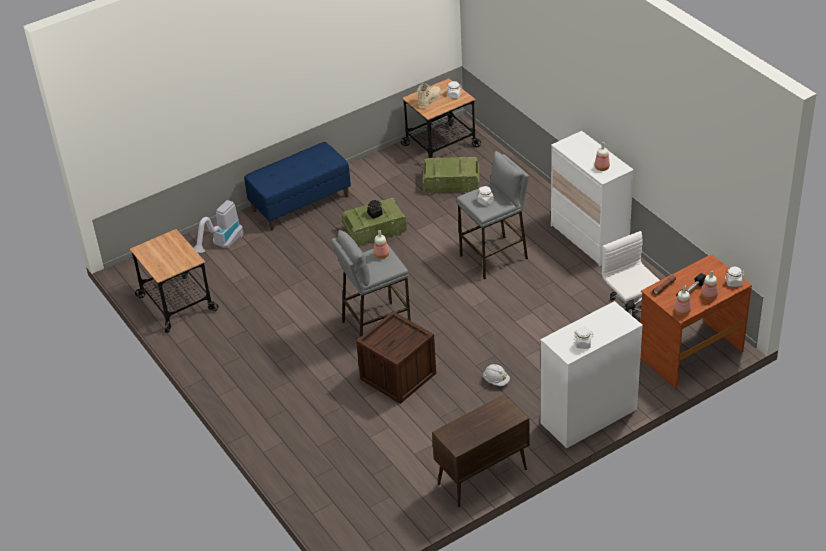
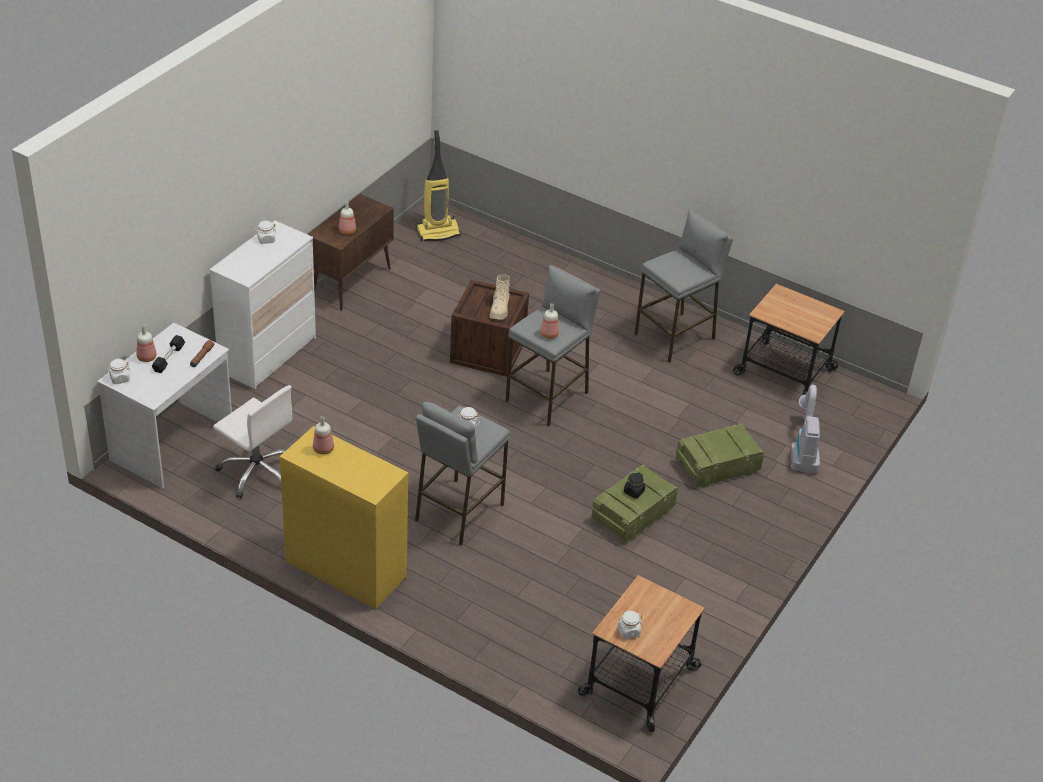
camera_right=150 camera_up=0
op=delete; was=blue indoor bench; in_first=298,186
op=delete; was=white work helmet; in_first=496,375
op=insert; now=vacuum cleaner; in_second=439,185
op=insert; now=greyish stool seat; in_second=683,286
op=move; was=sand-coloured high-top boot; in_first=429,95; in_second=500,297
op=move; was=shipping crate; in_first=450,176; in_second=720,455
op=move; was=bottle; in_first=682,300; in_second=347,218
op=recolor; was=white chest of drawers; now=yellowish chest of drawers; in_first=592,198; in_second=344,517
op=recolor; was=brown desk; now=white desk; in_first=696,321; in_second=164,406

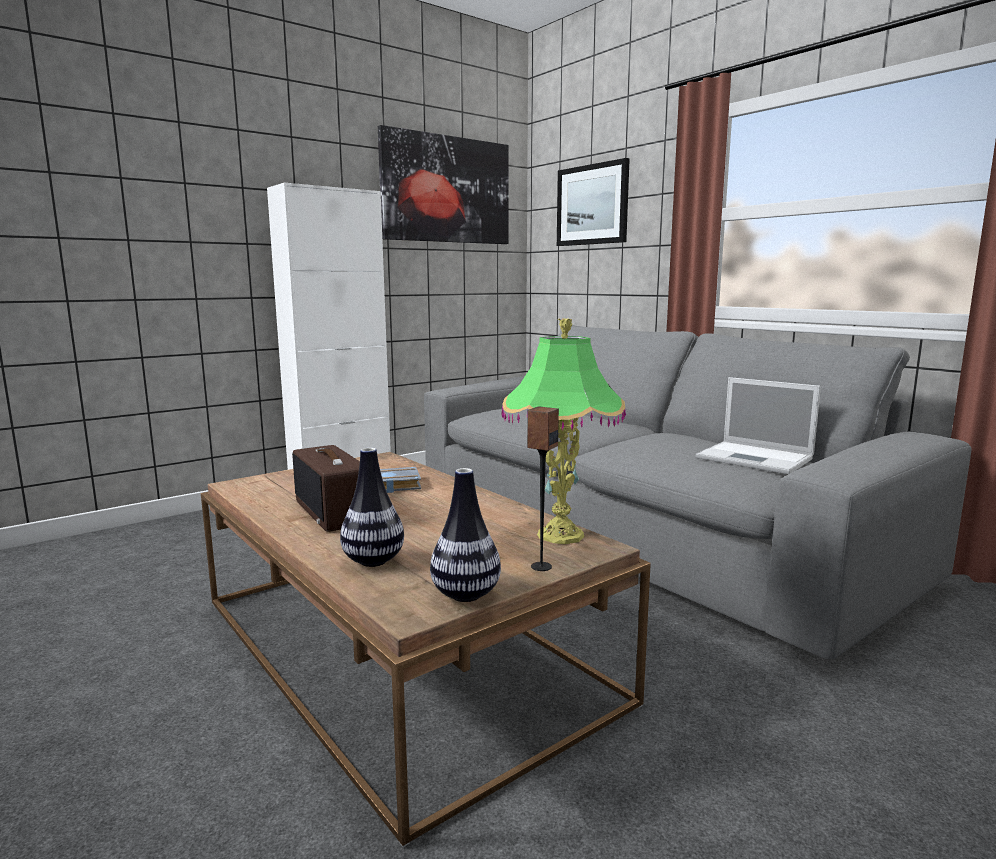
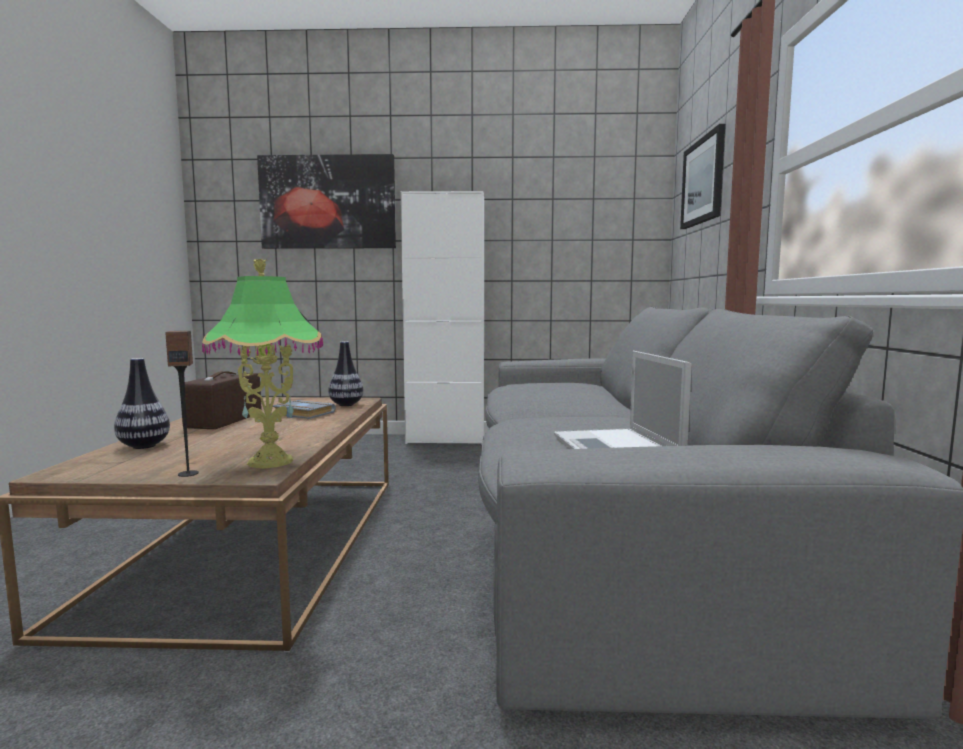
camera_right=40 camera_up=-5
op=move; was=picture; in_first=443,184; in_second=326,201
op=move; was=flower vase; in_first=465,535; in_second=346,373

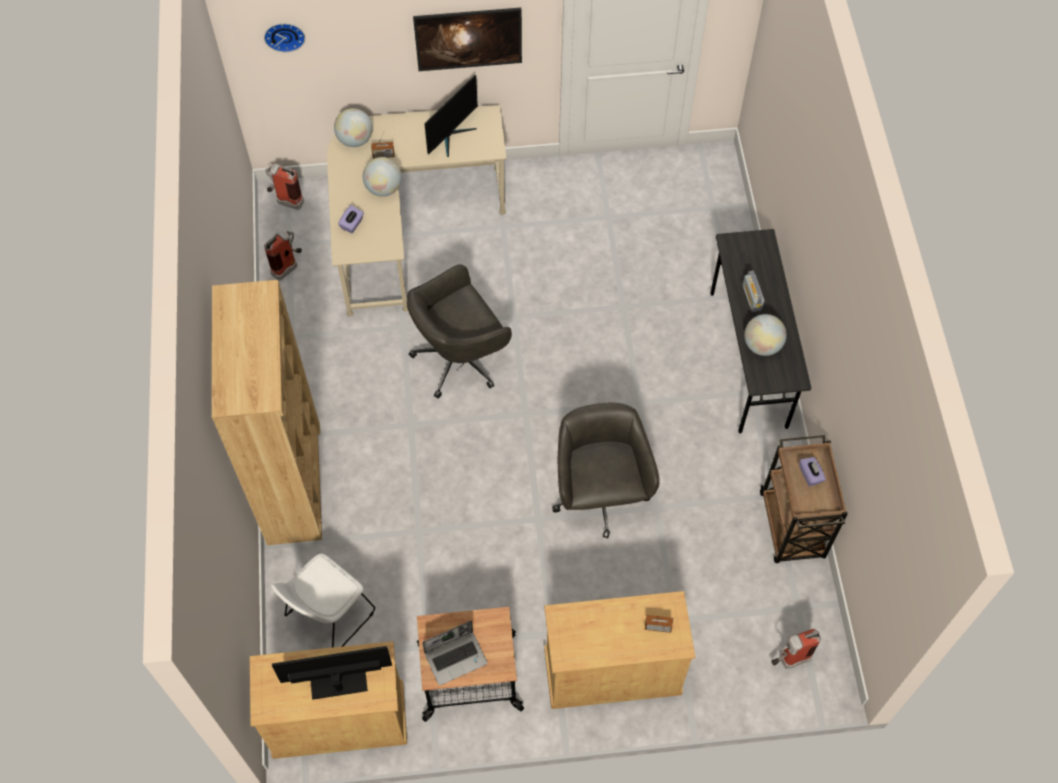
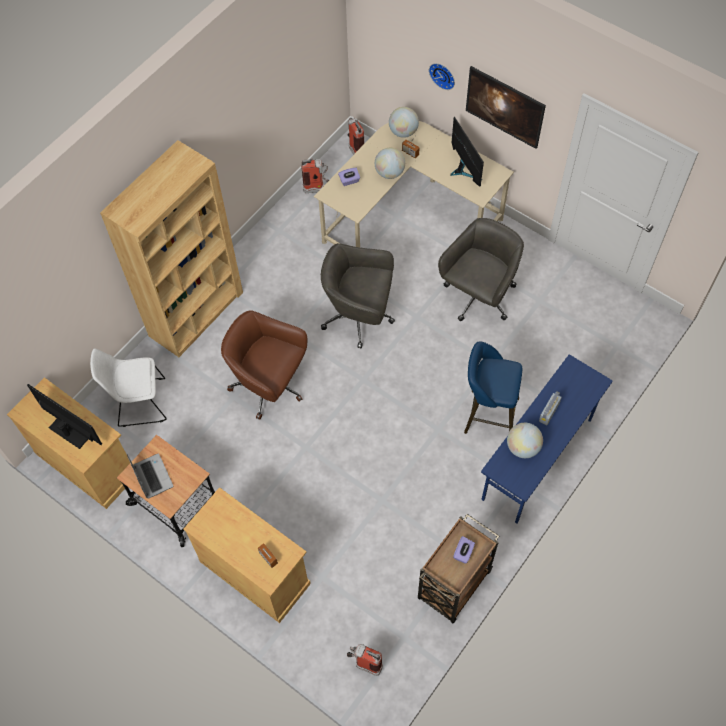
camera_right=45 camera_up=0
op=insert; now=brown computer chair; in_second=264,365
op=insert; now=blue stool seat; in_second=493,387
op=move; was=hanging clock; in_first=284,37; in_second=442,76
op=move; was=greyish computer chair; in_first=606,471; in_second=481,269
op=recolor; was=greyish desk; now=blue desk; in_first=760,331; in_second=546,439
op=rotate; was=portable computer; in_first=454,652; in_second=150,476; clockwise=-135
op=rotate; was=computer display; in_first=451,116; in_second=467,152; clockwise=-105

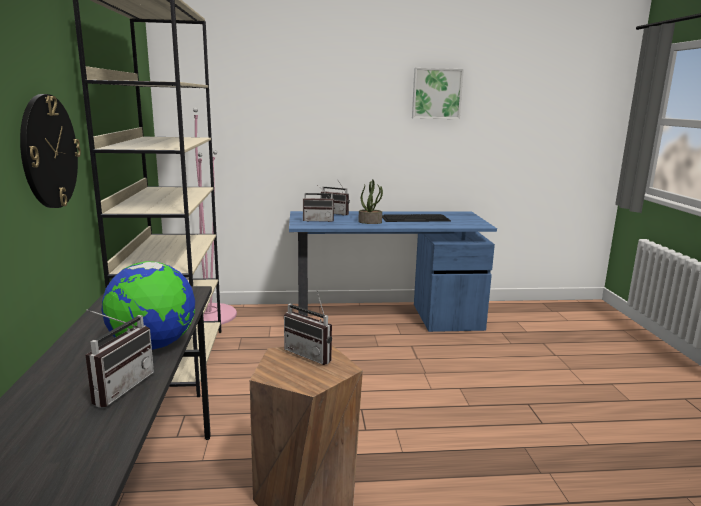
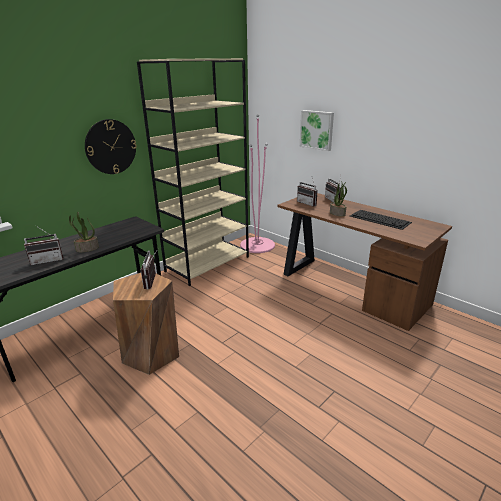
camera_right=50 camera_up=10
op=move; was=picture; in_first=438,93; in_second=317,130
op=replace; was=desk globe; now=potted plant; in_first=148,305; in_second=84,232
op=recolor; was=blue desk; now=brown desk; in_first=393,271; in_second=365,262

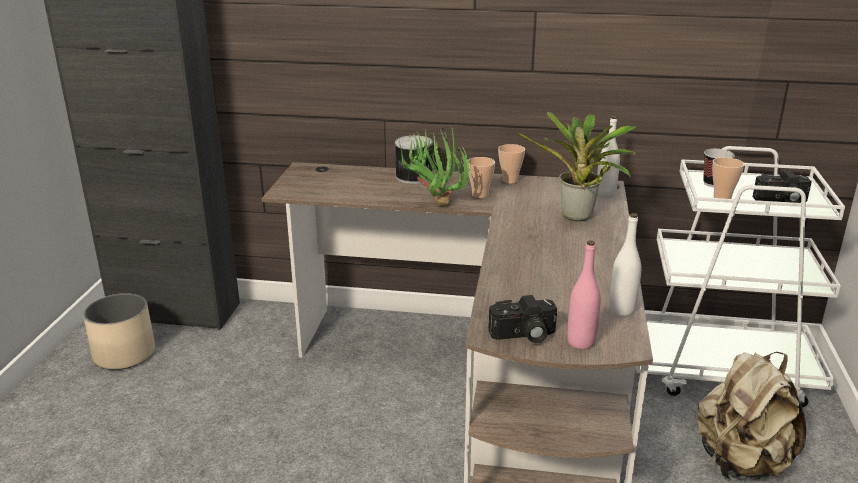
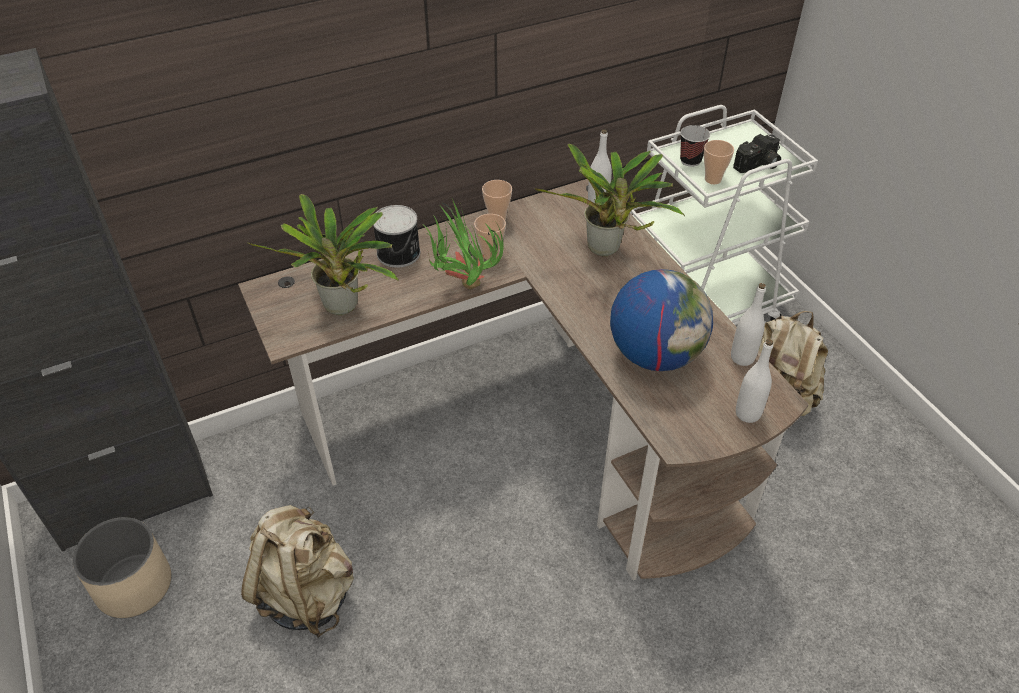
camera_right=-35 camera_up=20
op=delete; was=still camera; in_first=522,319
op=insert; now=sand-coloured backpack; in_second=297,571
op=insert; now=potted plant; in_second=323,254
op=insert; now=desk globe; in_second=661,320
op=recolor; was=pinkish bottle; now=white bottle; in_first=584,294; in_second=754,381

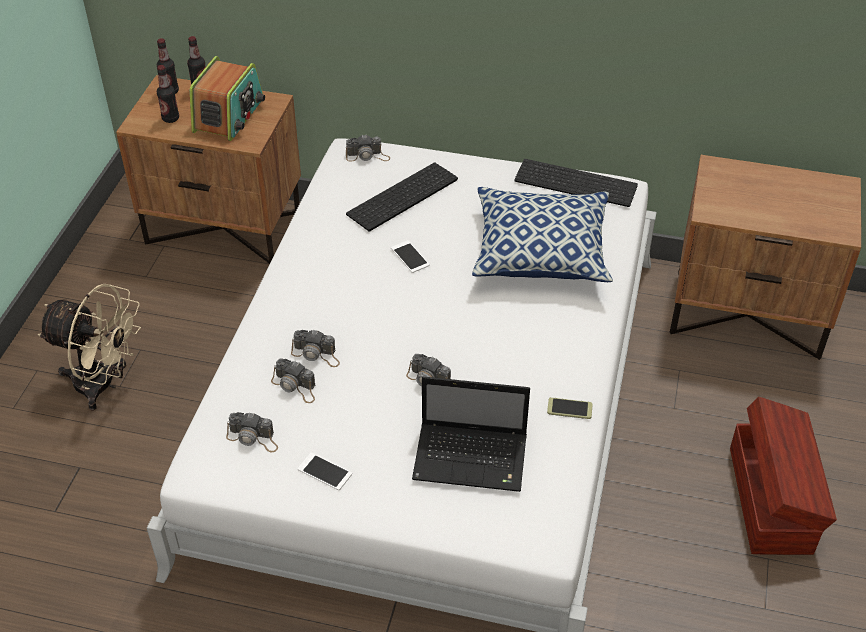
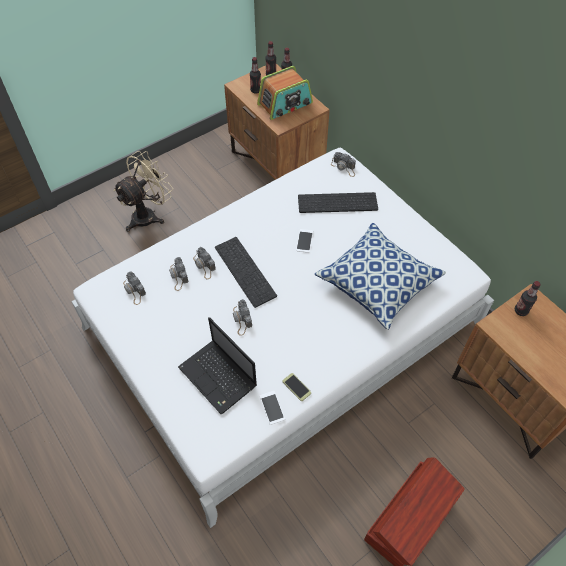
camera_right=40 camera_up=10
op=insert; now=bottle; in_second=528,298
op=move; was=phone; in_first=325,471; in_second=272,408
op=move; was=keyboard; in_first=576,183; in_second=246,272
op=rotate; was=sand-coloured cooling fan; in_first=89,347; in_second=143,191; clockwise=-105

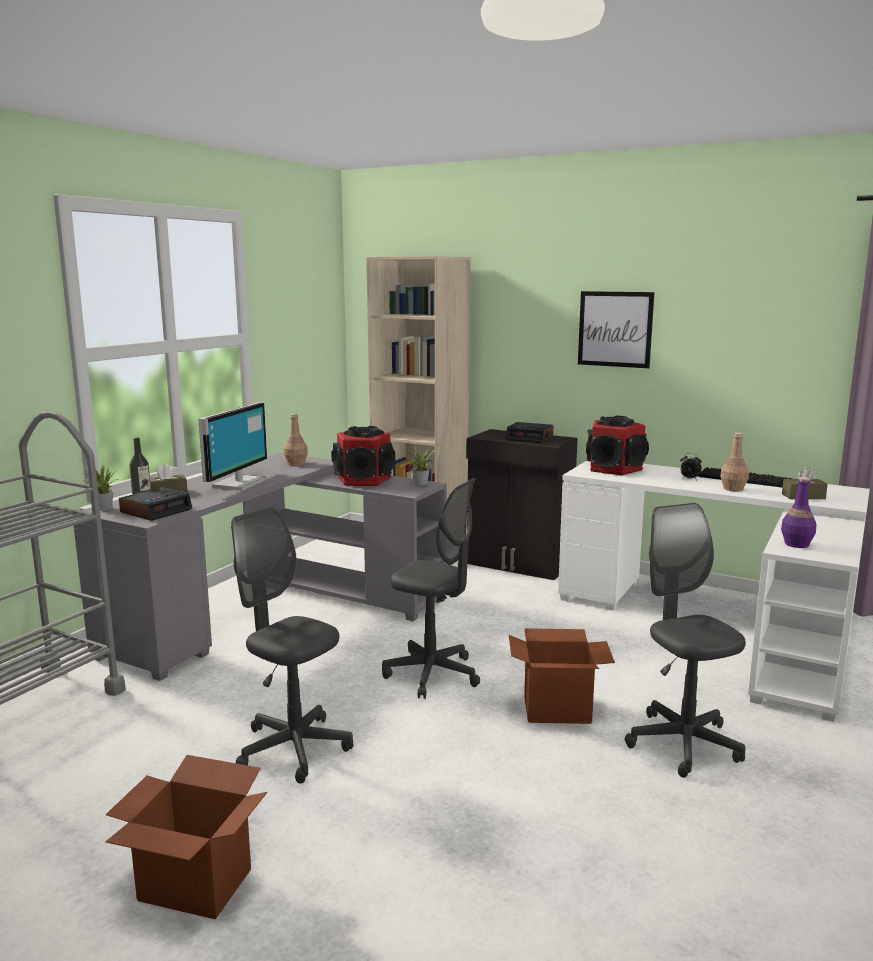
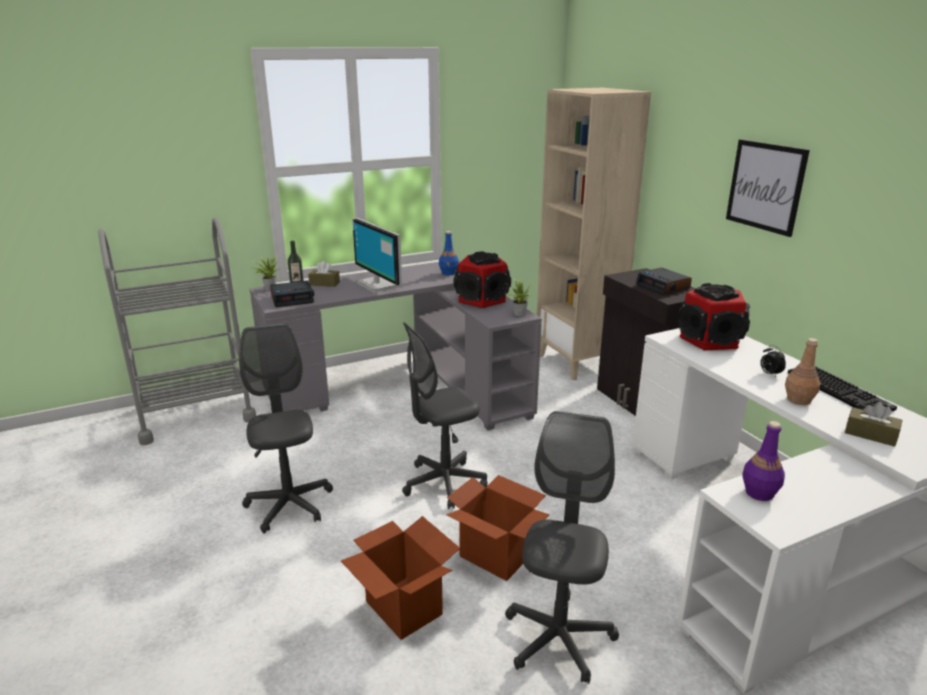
camera_right=35 camera_up=10
op=move; was=packing box; in_first=186,837; in_second=401,578
op=recolor; was=brown bottle; now=blue bottle; in_first=296,440; in_second=449,253
op=rotate; was=computer display; in_first=233,446; in_second=377,255; clockwise=90
op=rotate; was=greyish computer chair; in_first=431,588; in_second=445,415; clockwise=90

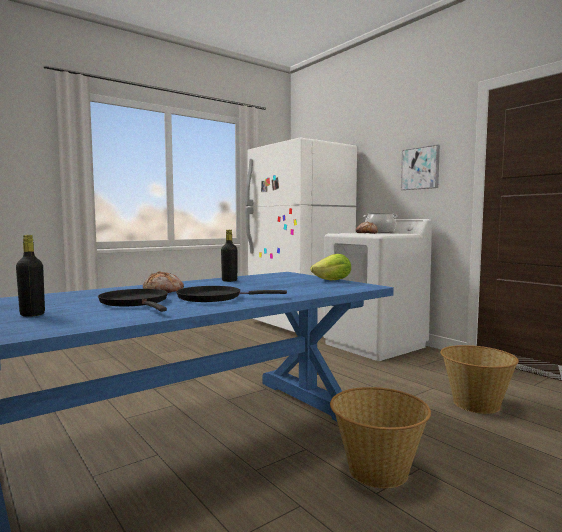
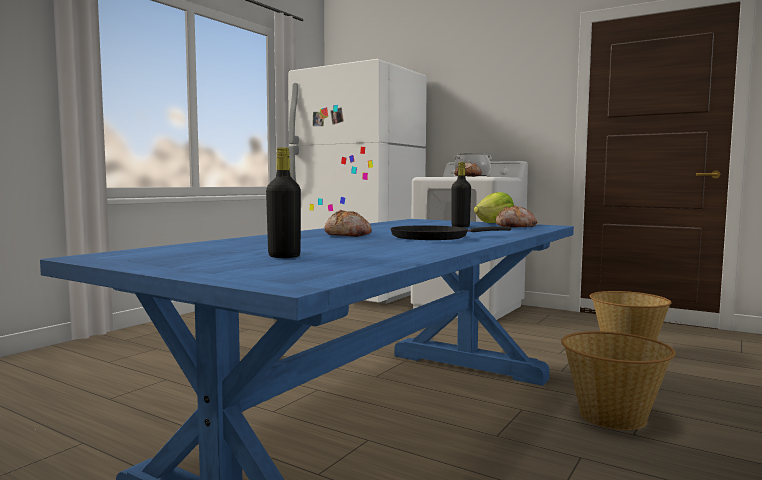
camera_right=-20 camera_up=0
op=delete; was=black-coloured skillet; in_first=133,300
op=delete; was=picture; in_first=420,167
op=insert; now=bread; in_second=516,216
op=move; was=black-coloured bottle; in_first=229,256; in_second=461,194

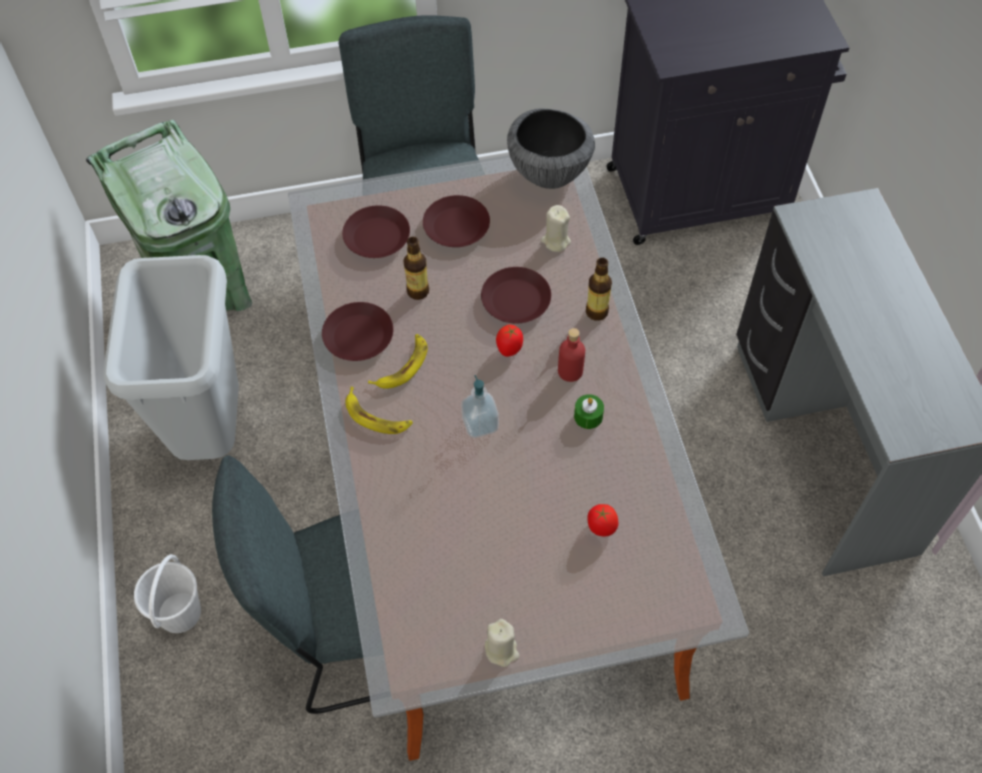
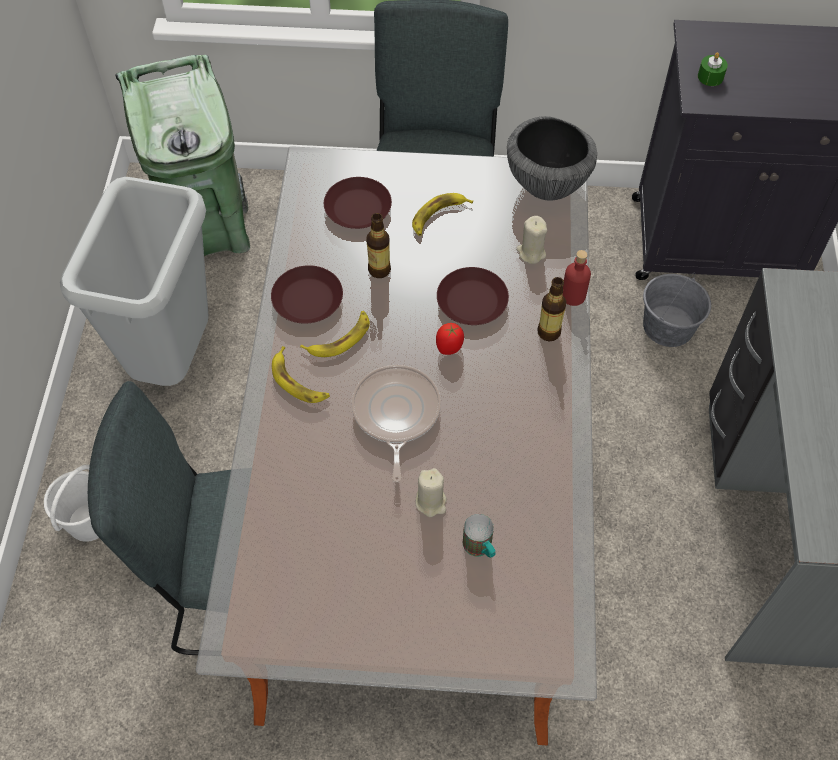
camera_right=15 camera_up=0
op=insert; now=greyish bucket; in_second=677,310
op=move; was=sand-coloured wax candle; in_first=502,643; in_second=431,492
op=move; was=red-coloured bottle; in_first=571,355; in_second=577,278
op=move; was=green-coloured wax candle; in_first=589,411; in_second=713,69
op=replace; was=brown plate; now=banana fruit; in_first=456,221; in_second=442,214
op=replace; was=soap dispenser; now=skillet; in_first=480,406; in_second=396,423
op=replace; was=whole tomato; now=coffee mug; in_first=603,520; in_second=479,536

